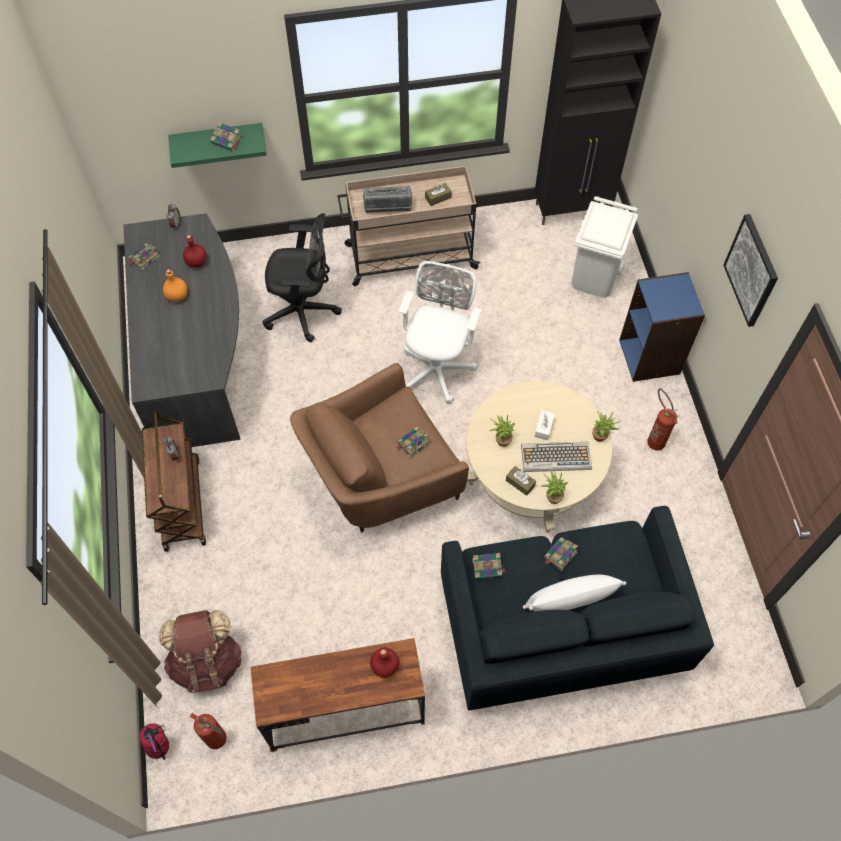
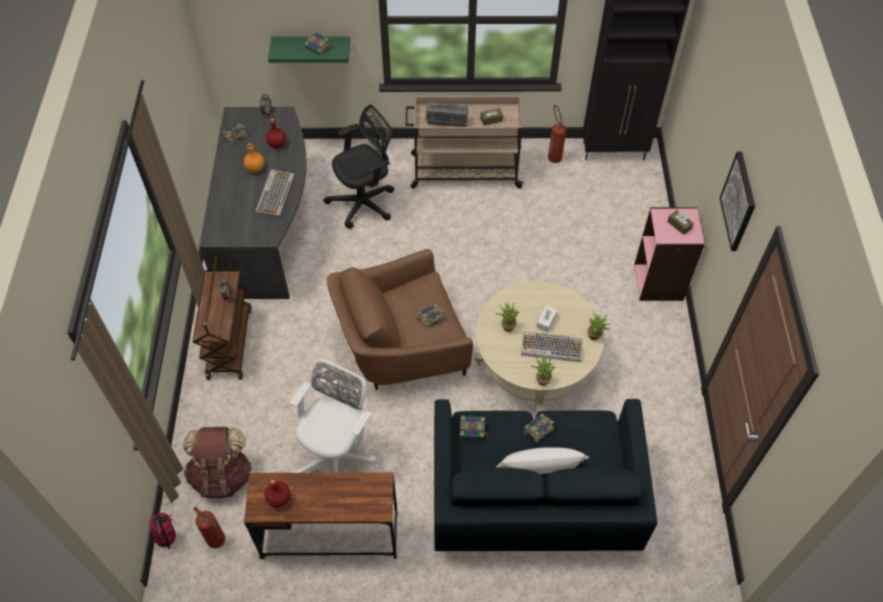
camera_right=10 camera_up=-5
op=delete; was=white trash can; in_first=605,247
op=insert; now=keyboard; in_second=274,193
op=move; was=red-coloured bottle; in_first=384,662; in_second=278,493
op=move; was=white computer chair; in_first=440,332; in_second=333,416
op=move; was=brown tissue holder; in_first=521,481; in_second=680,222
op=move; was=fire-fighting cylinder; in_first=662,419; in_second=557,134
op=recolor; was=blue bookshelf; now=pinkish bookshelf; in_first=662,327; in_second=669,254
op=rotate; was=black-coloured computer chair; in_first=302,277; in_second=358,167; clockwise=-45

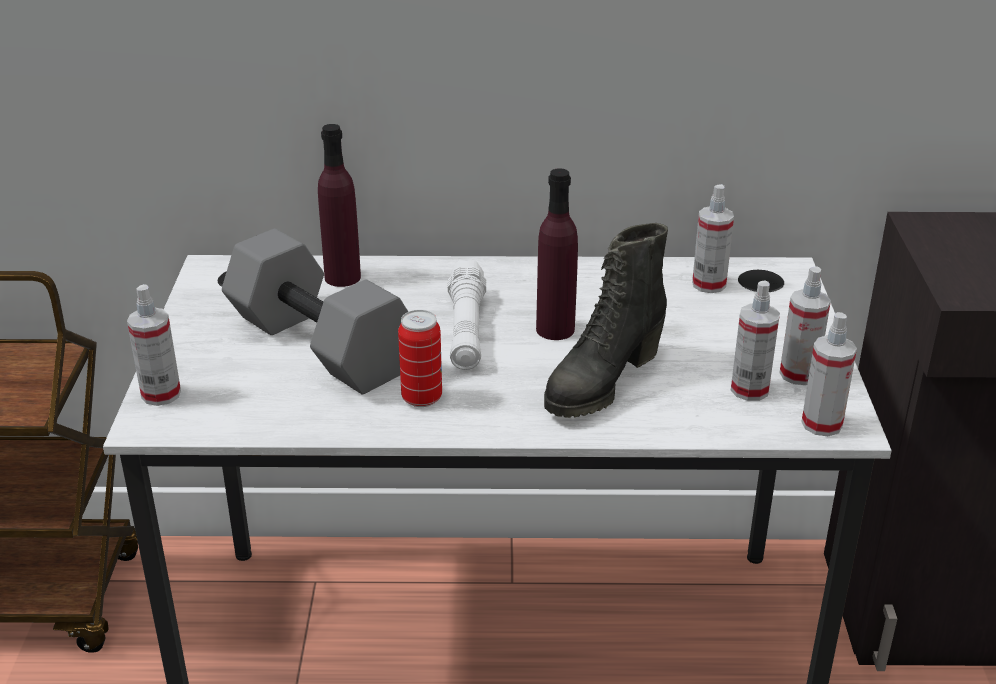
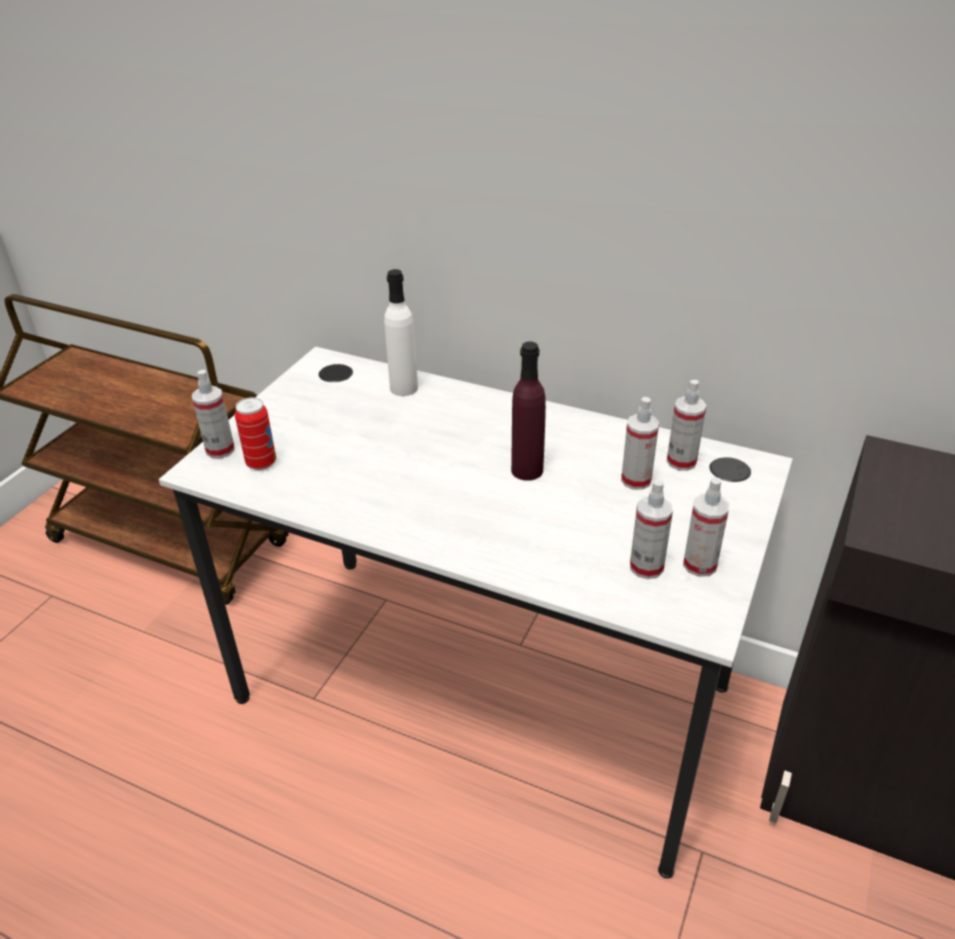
camera_right=25 camera_up=5
op=delete; was=greyish free weight; in_first=315,311
op=delete; was=white flashlight; in_first=467,315
op=delete; was=black-coloured high-top boot; in_first=606,320
op=move; was=can; in_first=420,358; in_second=255,433
op=move; was=hand sprayer; in_first=829,374; in_second=640,443
op=recolor; was=purple bottle; now=white bottle; in_first=339,205; in_second=401,332

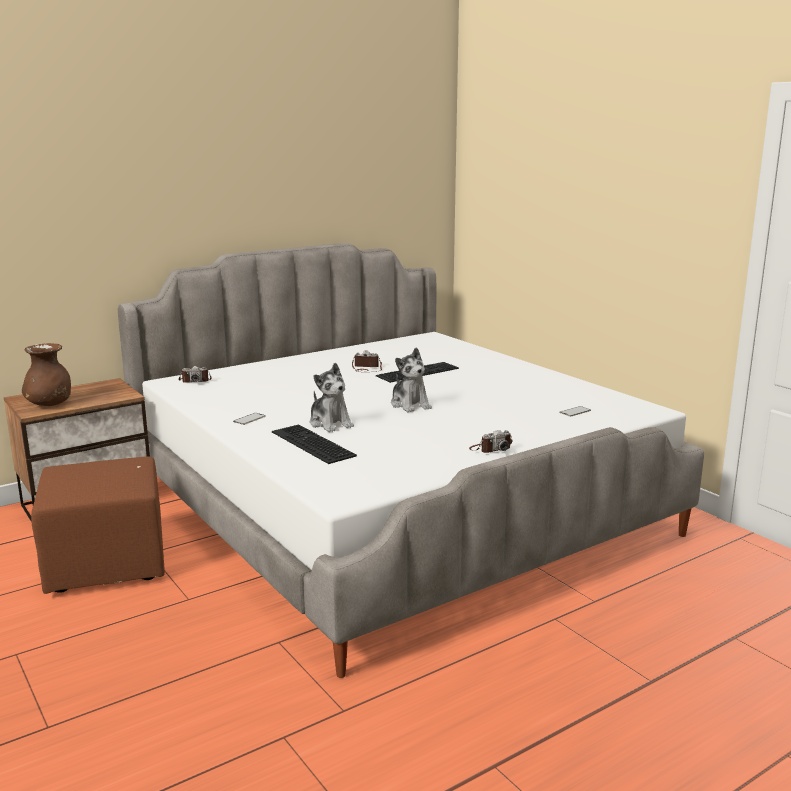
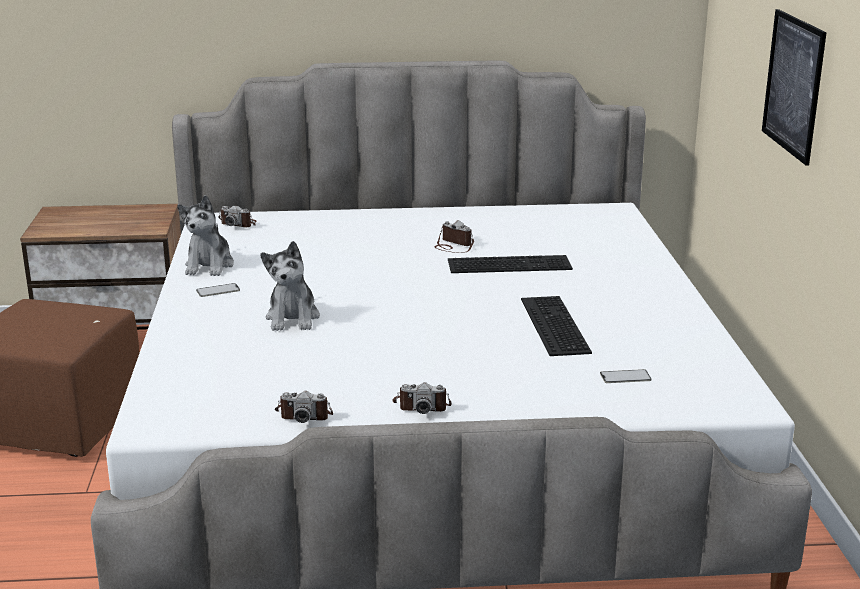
camera_right=30 camera_up=5
op=delete; was=brown flower vase; in_first=46,374
op=insert; now=still camera; in_second=304,407
op=insert; now=picture; in_second=794,87
op=move; was=keyboard; in_first=314,444; in_second=556,326
op=move; was=soft toy; in_first=411,379; in_second=205,235

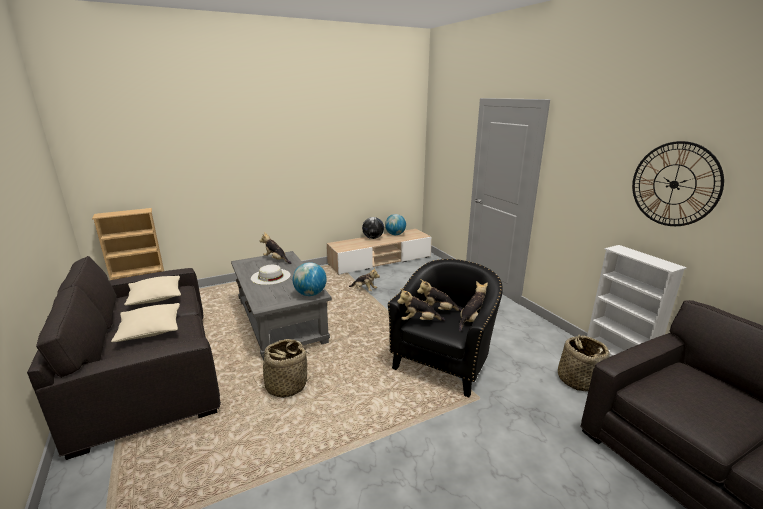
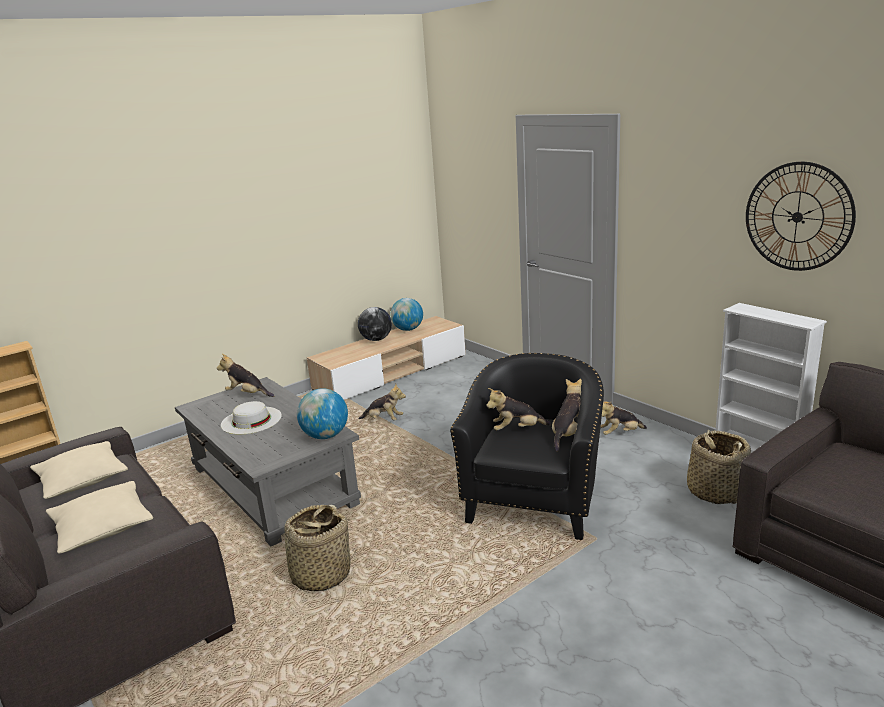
camera_right=-10 camera_up=0
op=move; was=soft toy; in_first=421,305; in_second=623,418

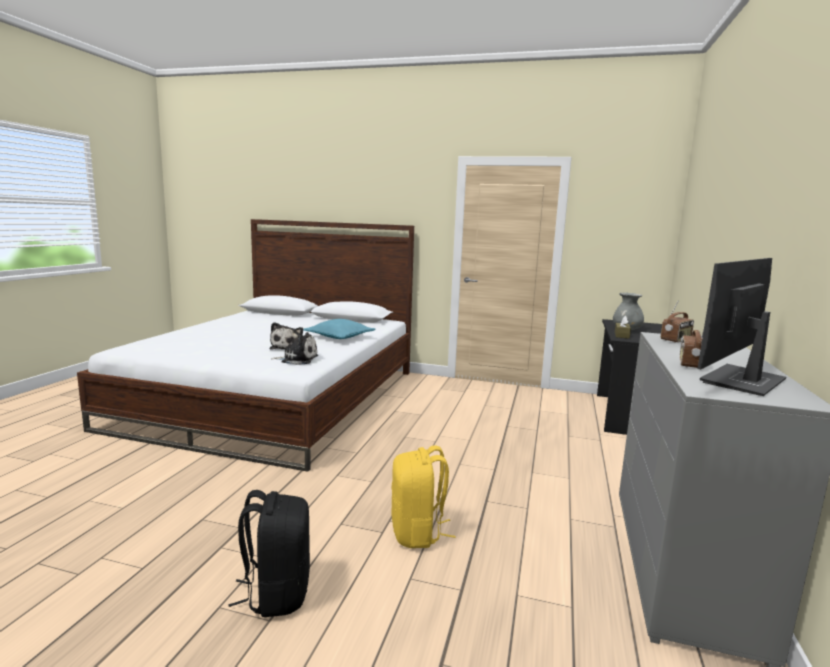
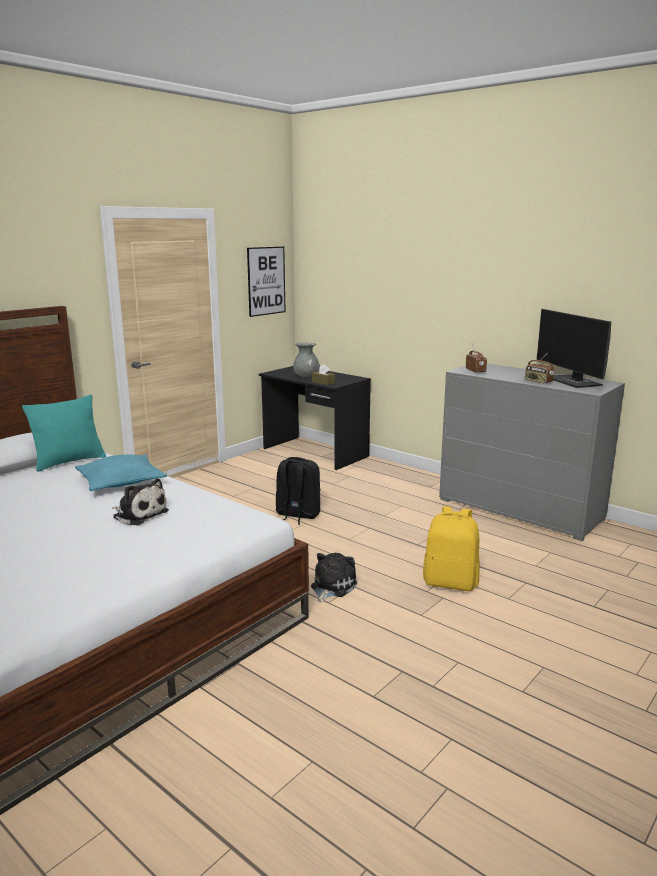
camera_right=-65 camera_up=5
op=insert; now=turquoise-coloured throw pillow; in_second=64,433
op=insert; now=picture; in_second=266,281
op=move; was=black-coloured backpack; in_first=269,553; in_second=298,491
op=move; was=soft toy; in_first=294,348; in_second=334,578

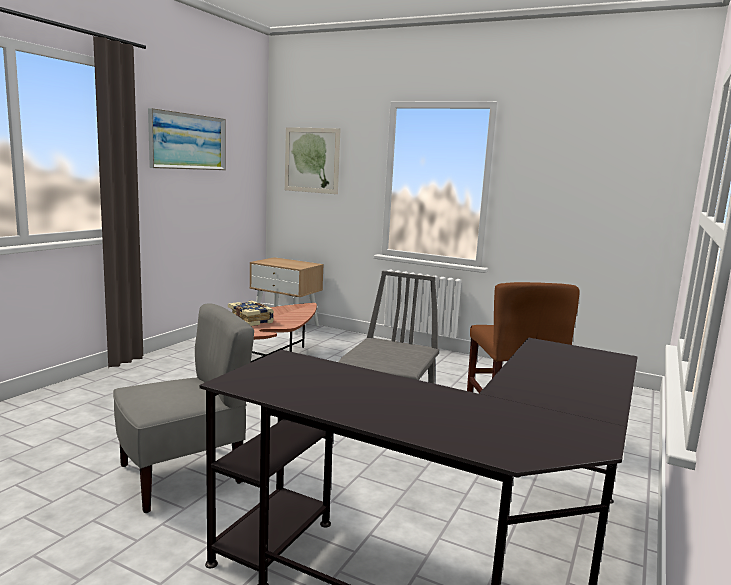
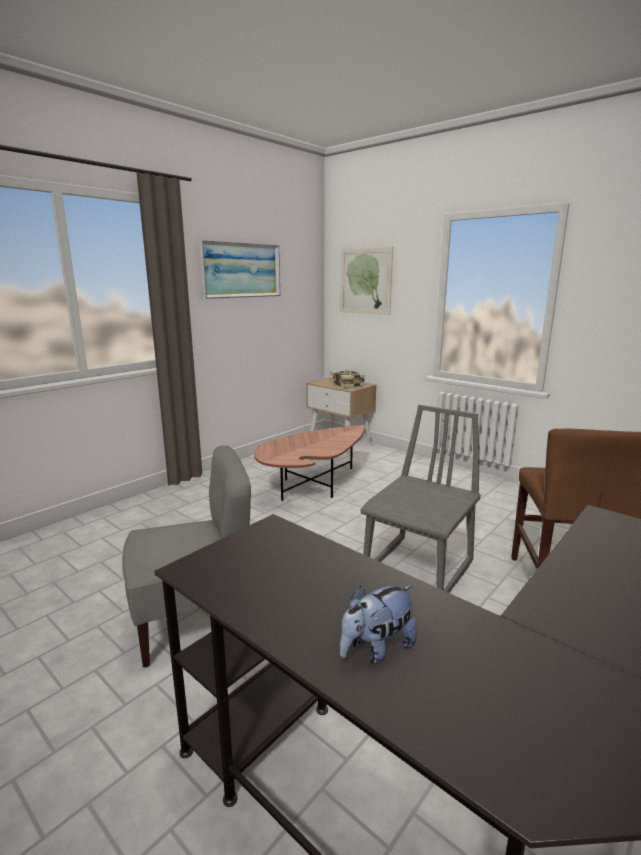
camera_right=15 camera_up=5
op=insert; now=soft toy; in_second=378,624
op=move; was=bound book; in_first=251,313; in_second=347,379

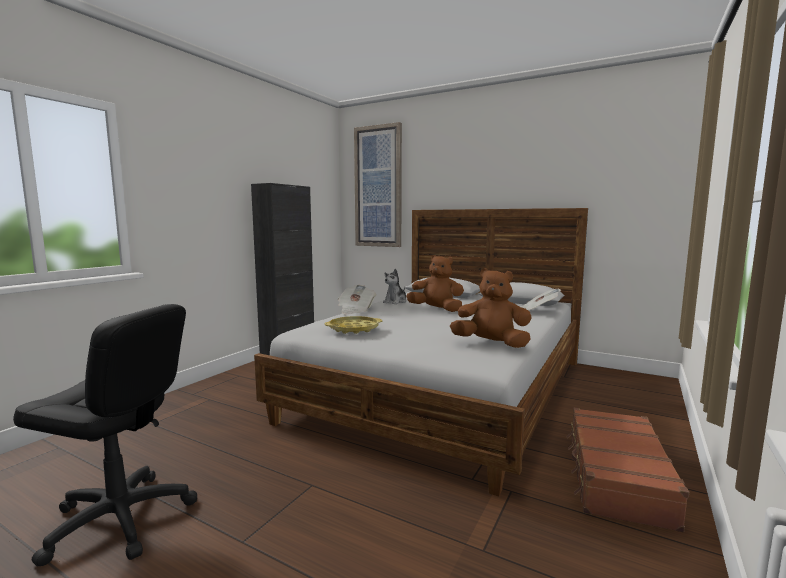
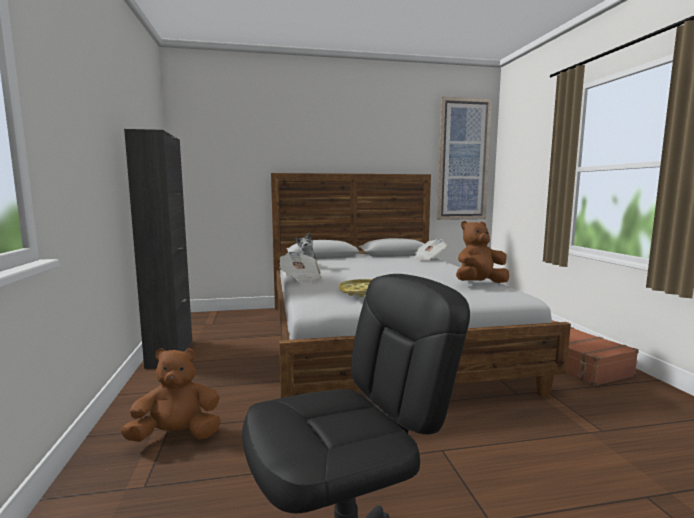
camera_right=-40 camera_up=0
op=move; was=picture; in_first=378,184; in_second=464,158
op=move; was=brown soft toy; in_first=435,283; in_second=171,395

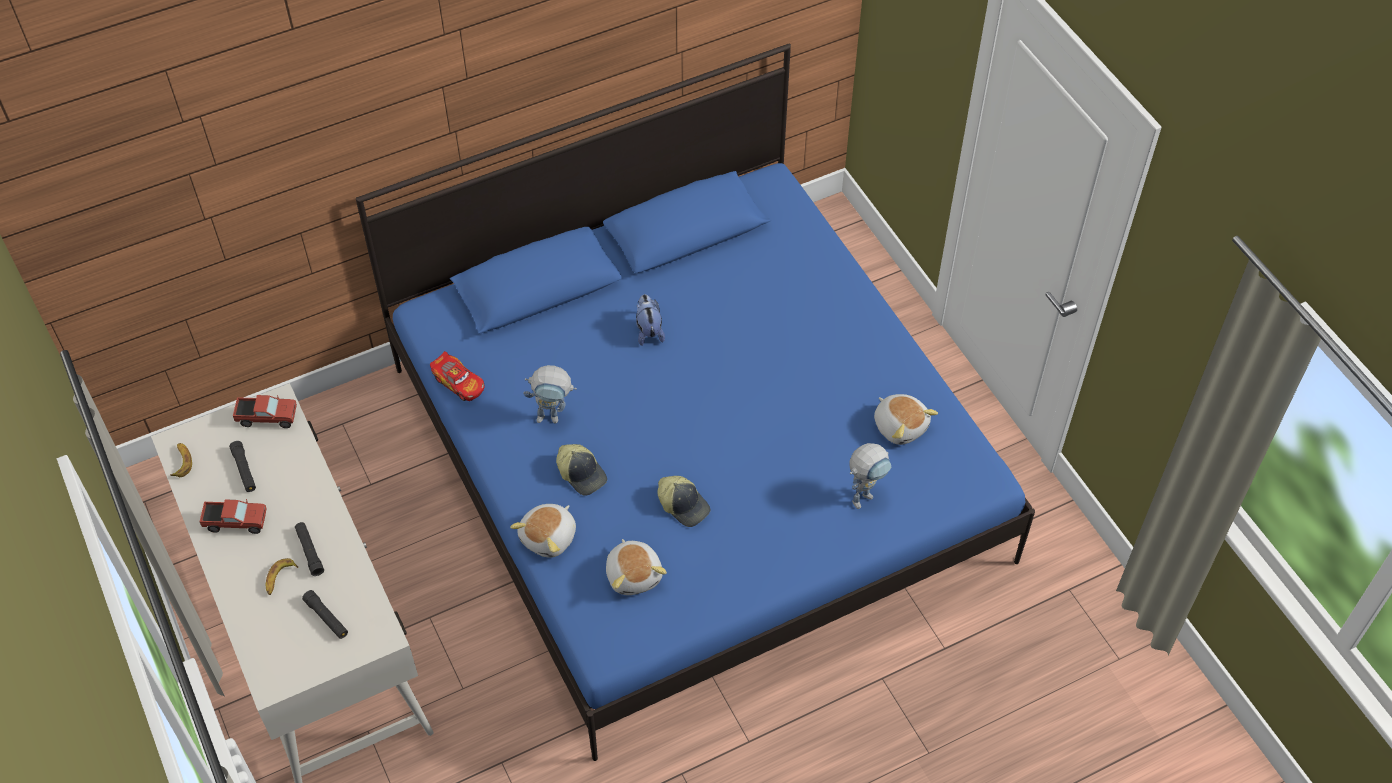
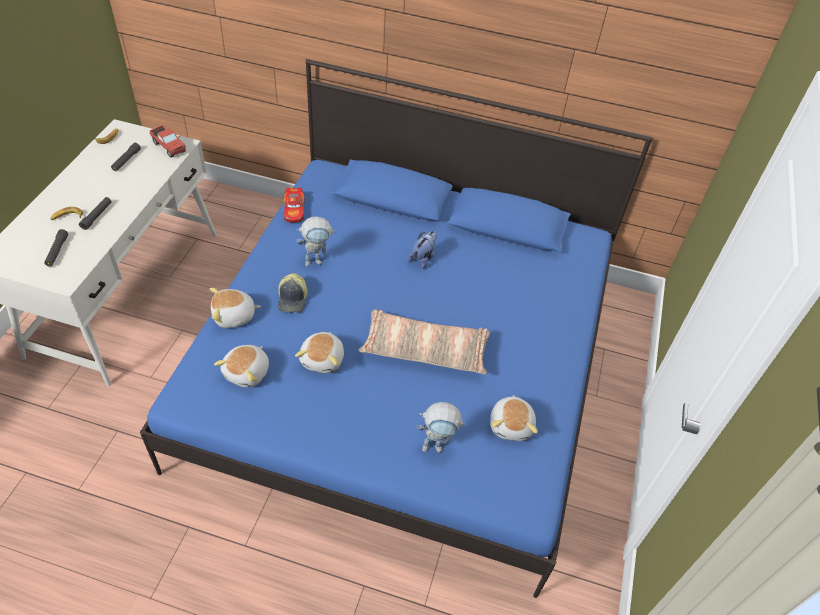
camera_right=40 camera_up=-5
op=delete; was=toy lorry; in_first=233,516
op=insert; now=throw pillow; in_second=424,342
op=replace; was=baseball cap; now=soft toy; in_first=683,501; in_second=319,352
op=rotate; was=robot figure; in_first=550,394; in_second=316,241; clockwise=-60

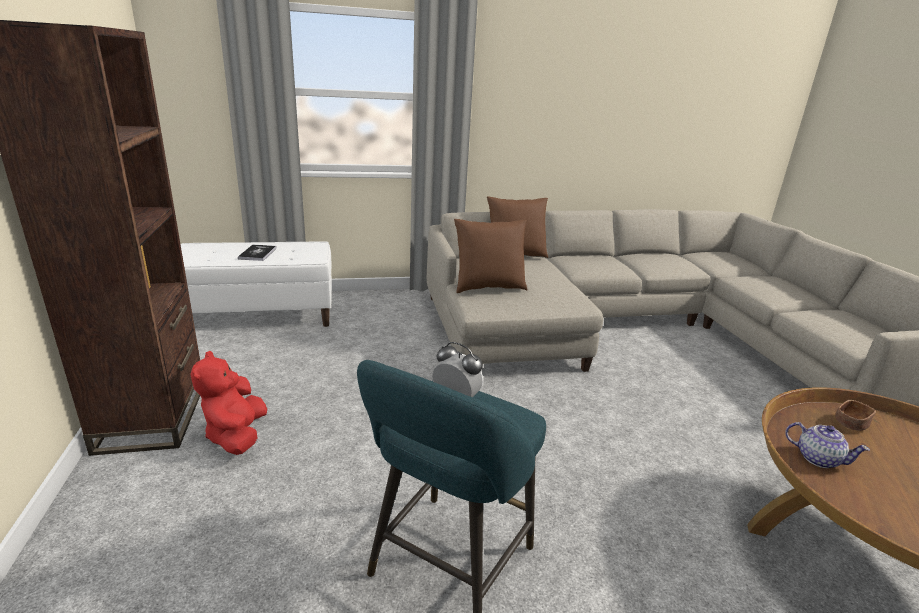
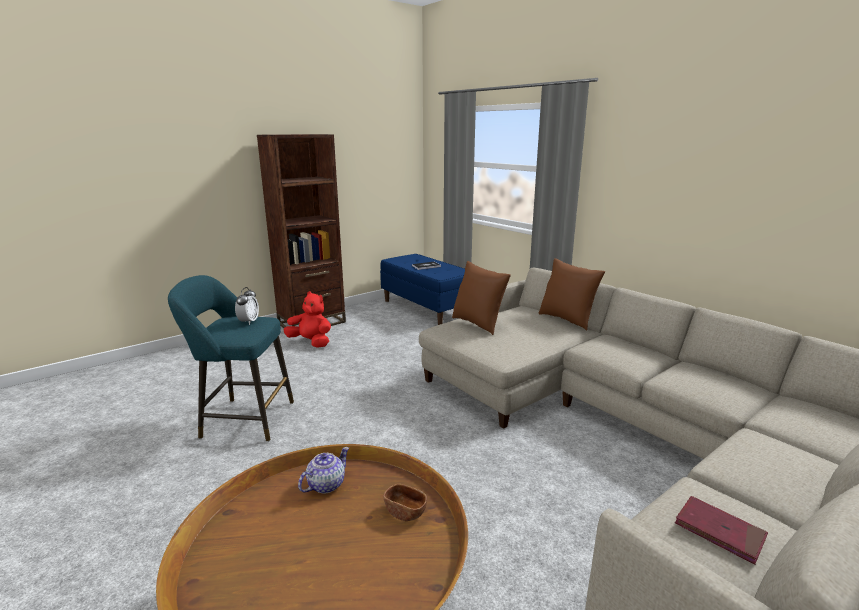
camera_right=65 camera_up=-5
op=insert; now=red-coloured bound book; in_second=721,530
op=recolor; was=white indoor bench; now=blue indoor bench; in_first=256,284; in_second=422,289
op=rotate; was=red-coloured soft toy; in_first=228,403; in_second=307,319; clockwise=60
op=rotate; was=tea pot; in_first=827,445; in_second=323,470; clockwise=-150

